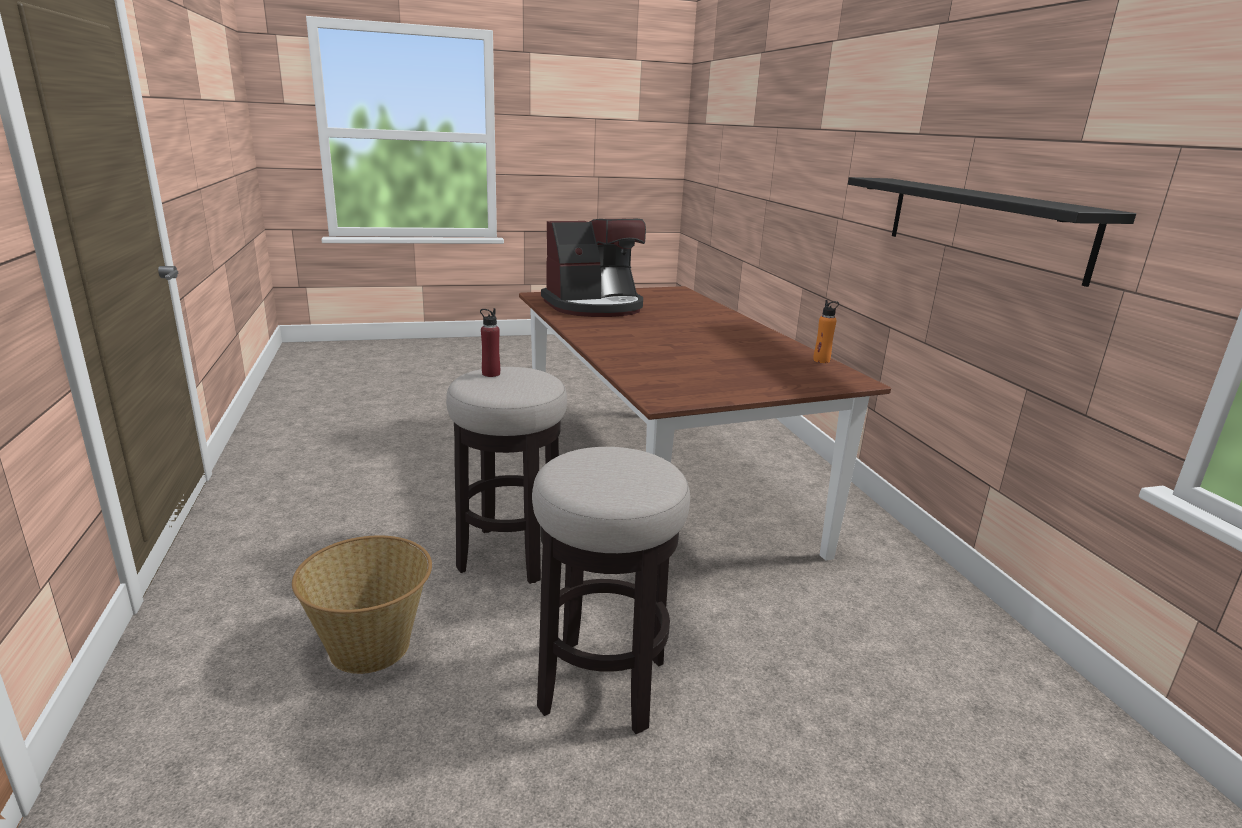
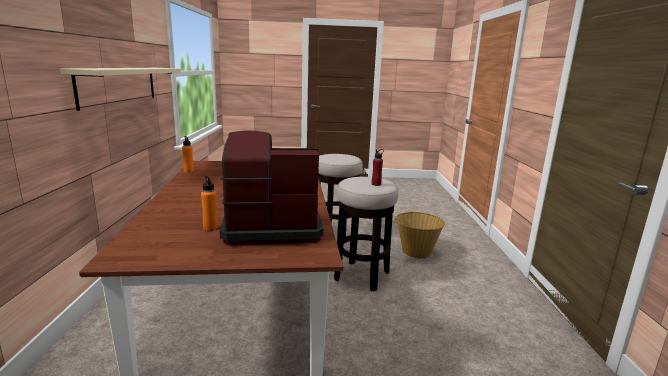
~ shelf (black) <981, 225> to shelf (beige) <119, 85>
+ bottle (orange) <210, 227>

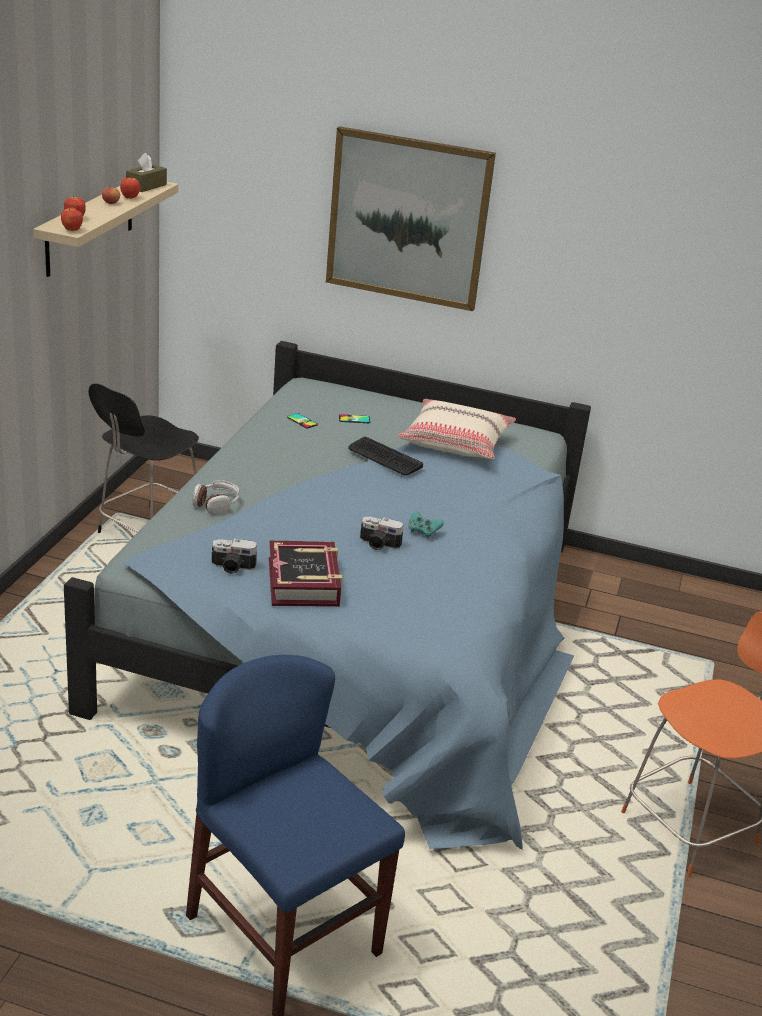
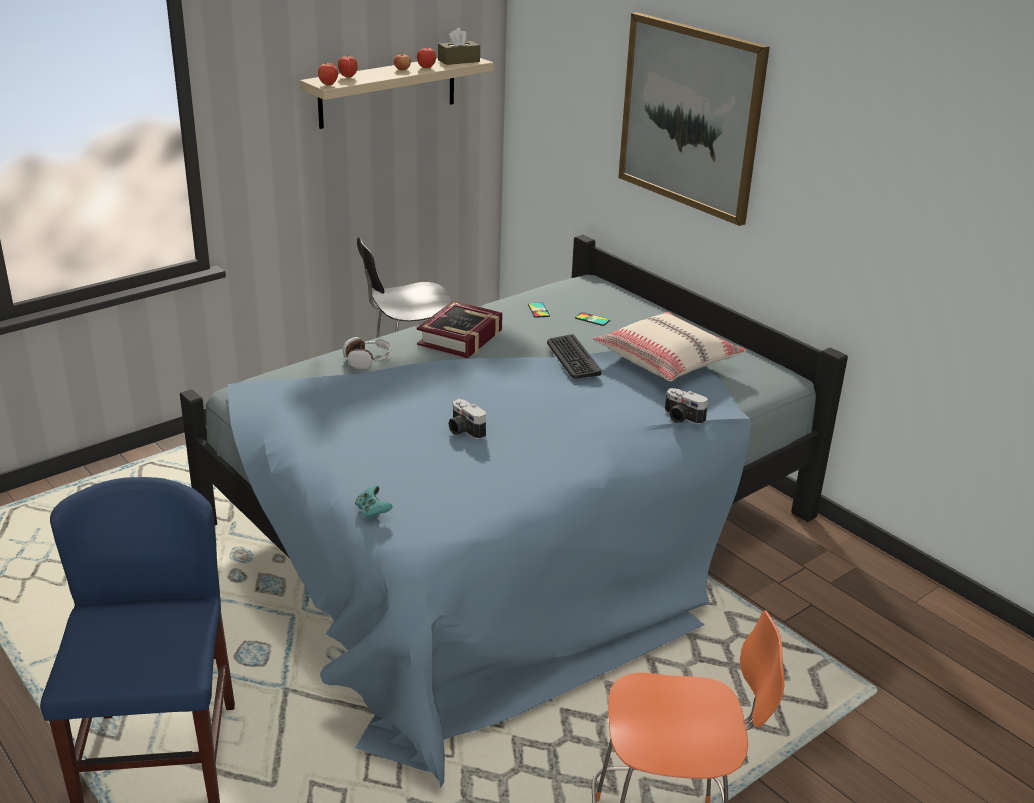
~ game controller (turquoise) <423, 531> to <372, 511>
~ photo camera <232, 567> to <681, 418>
~ book <304, 582> to <461, 338>

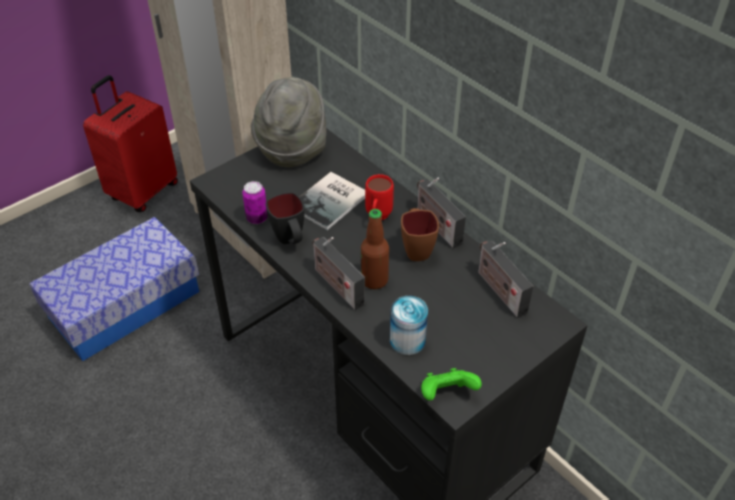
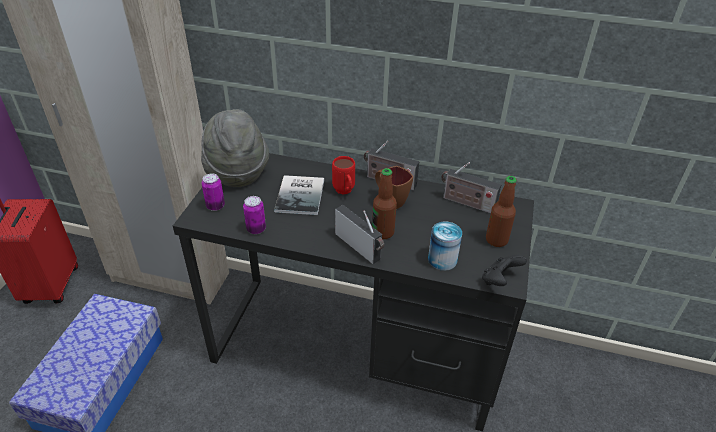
- mug (black) <290, 240>
~ radio <336, 285> = <360, 247> 150 degrees counterclockwise
~ game controller (green) <446, 394> to game controller (black) <499, 280>
+ can <215, 206>
+ bottle <496, 240>

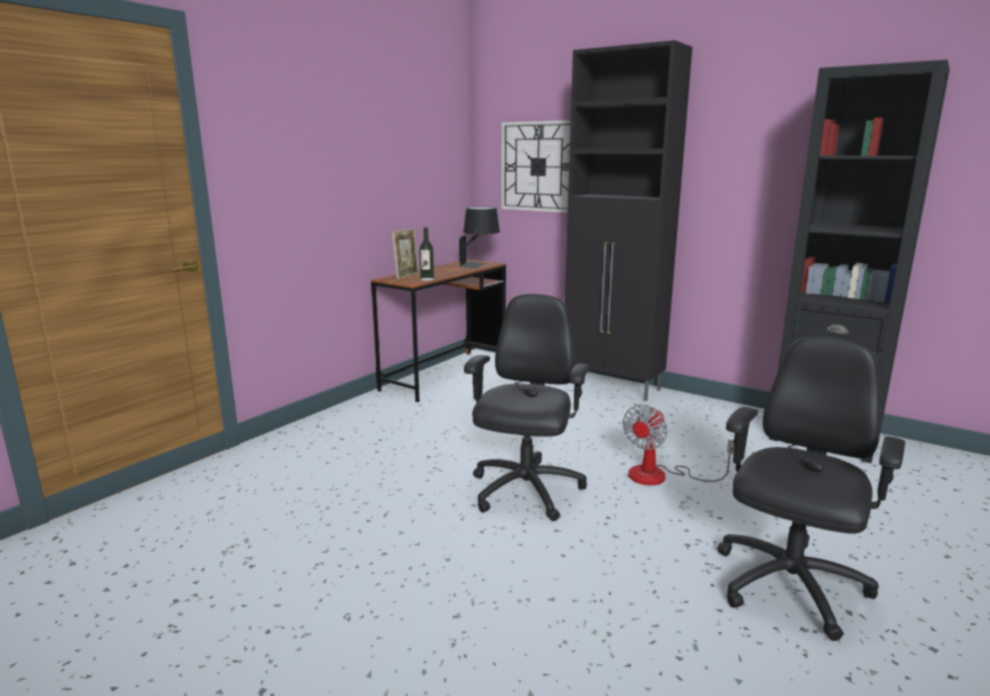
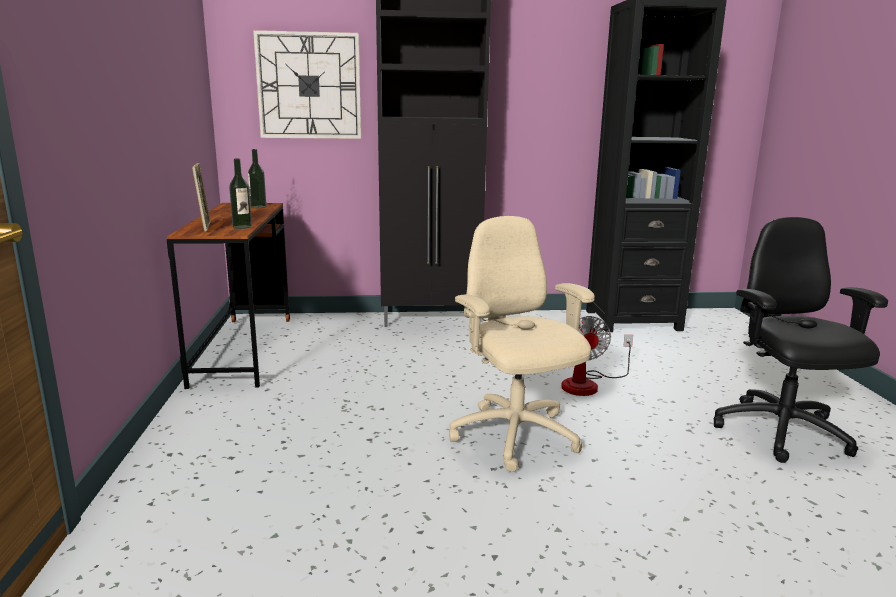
~ table lamp (black) <479, 265> to bottle <258, 207>
~ office chair (black) <525, 492> to office chair (beige) <515, 437>

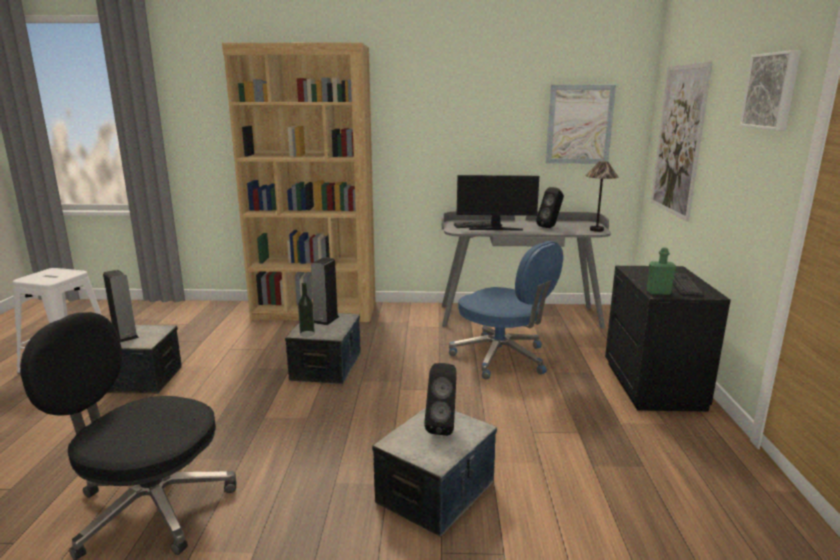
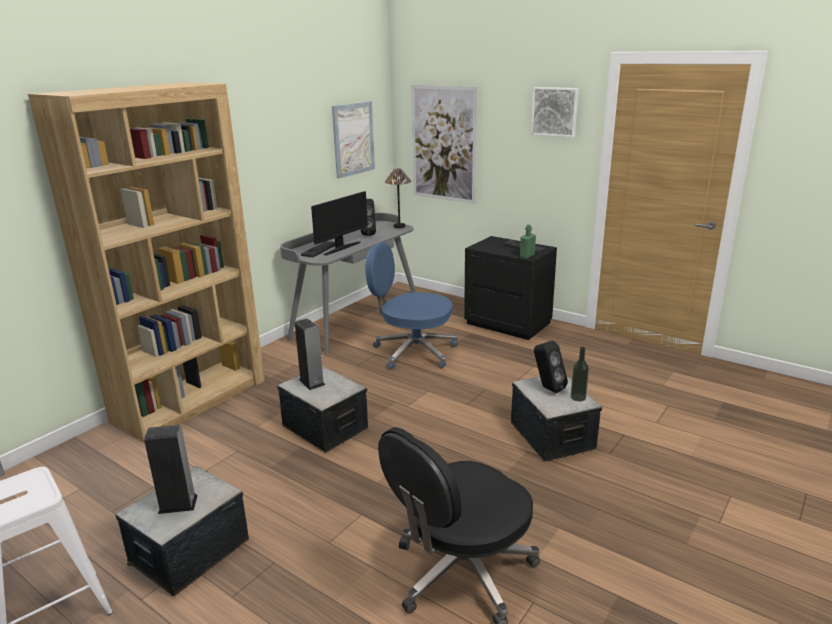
~ office chair (blue) <502, 358> = <413, 352> 150 degrees counterclockwise
~ bottle <307, 333> to <578, 397>

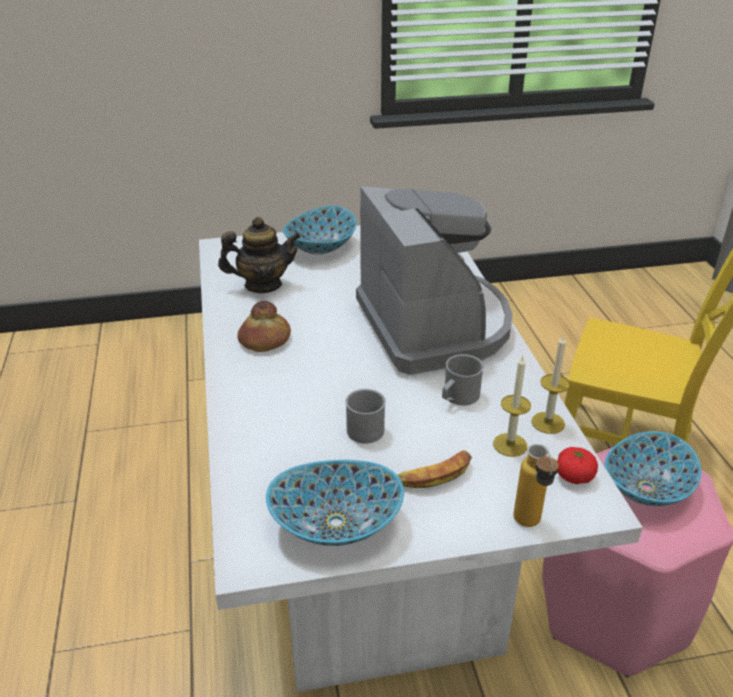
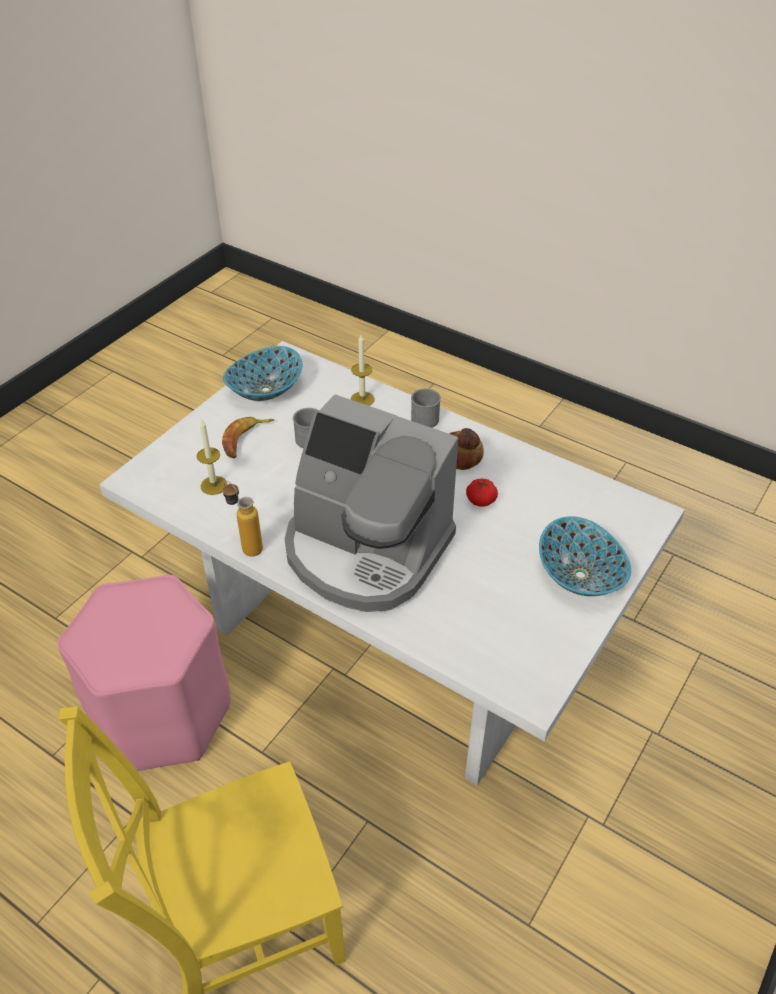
- teapot <263, 285>
~ candle <548, 423> to <362, 399>
~ mug (grey) <458, 397> to <424, 416>
- bowl <647, 488>
~ bottle <530, 527> to <246, 546>
~ tomato <574, 476> to <481, 500>

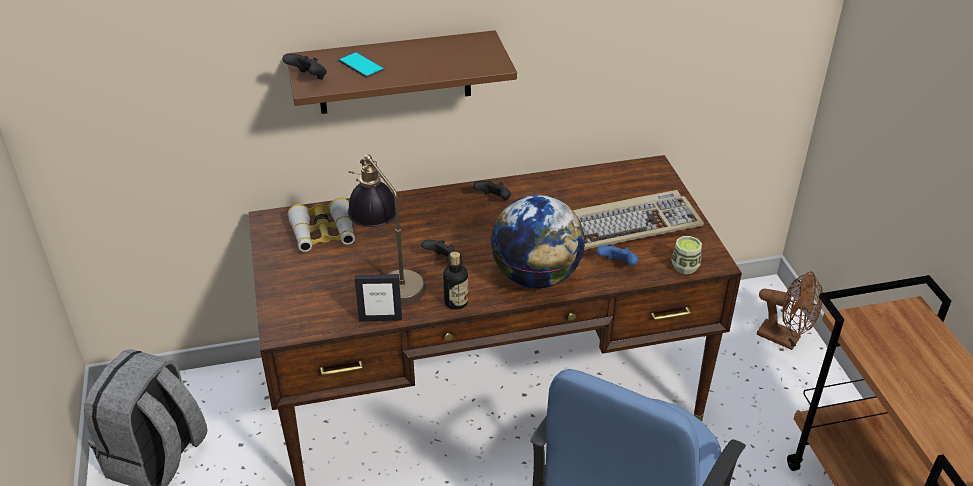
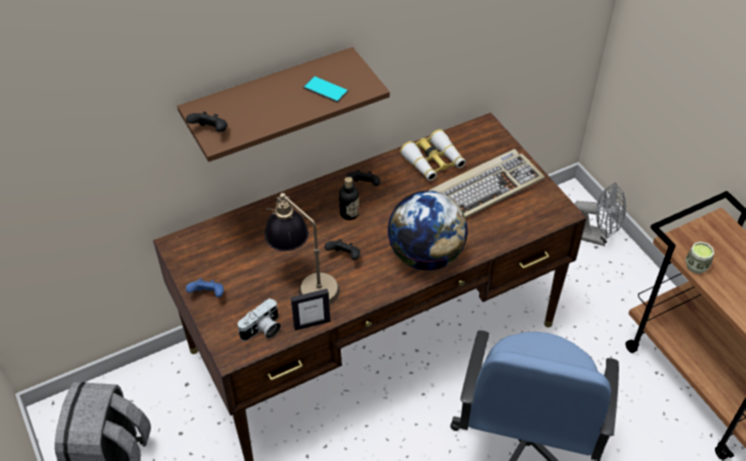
~ phone <361, 66> to <325, 90>
~ binoculars <323, 234> to <433, 162>
~ cup <685, 267> to <696, 266>
~ game controller (blue) <618, 265> to <208, 295>
~ bottle <456, 302> to <349, 214>
~ fan (brown) <785, 339> to fan (grey) <596, 237>
+ photo camera <263, 330>

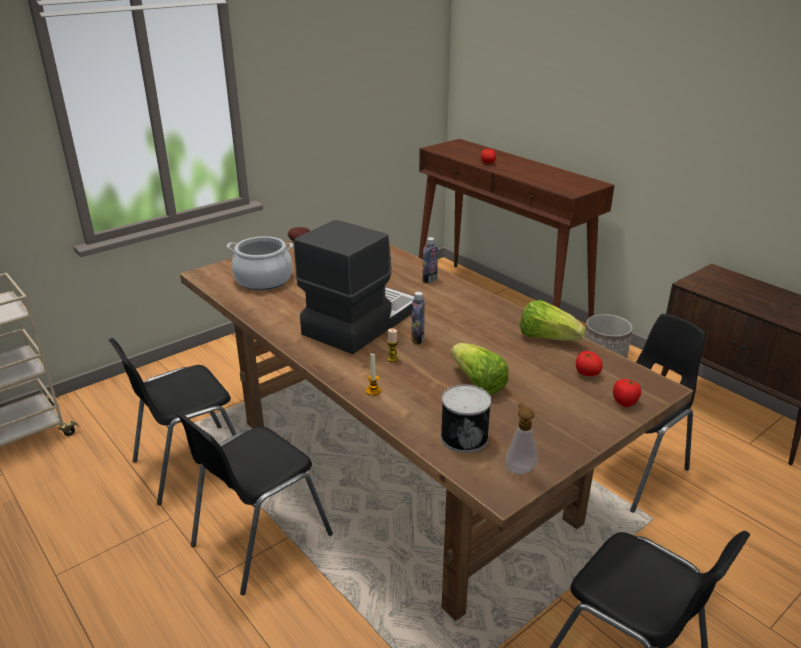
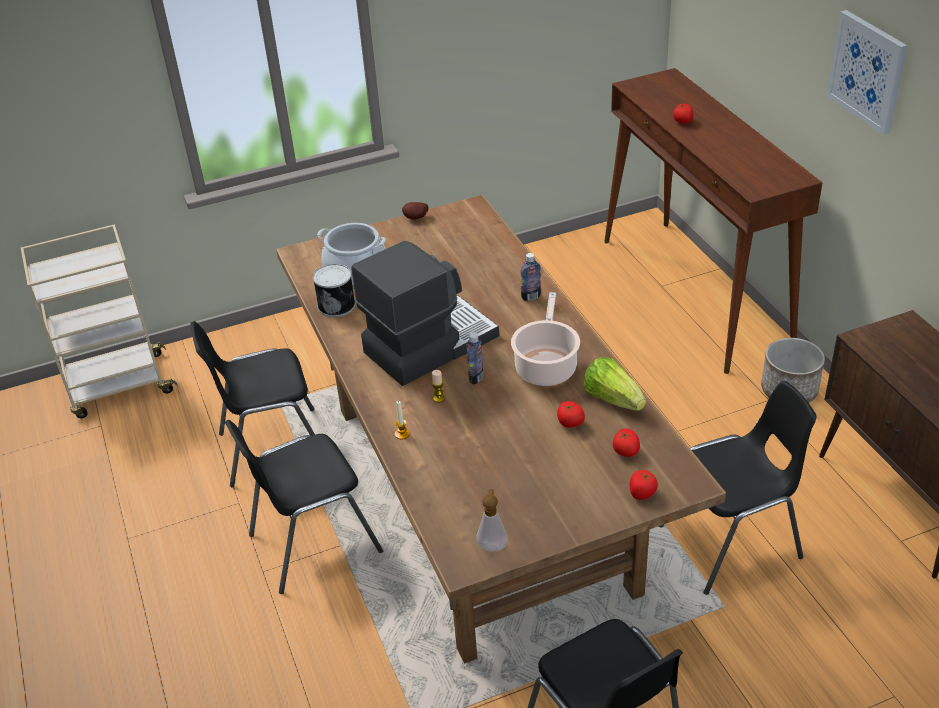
- lettuce <477, 383>
~ can <464, 436> to <337, 305>
+ picture <867, 71>
+ cooking pot <546, 366>
+ tomato <569, 423>

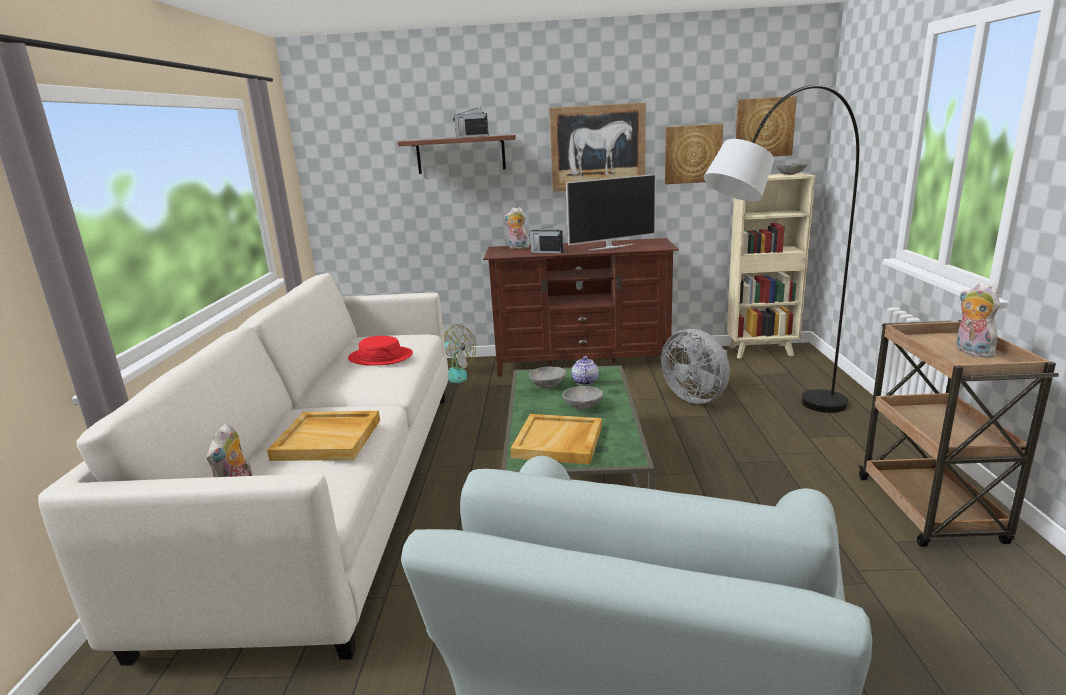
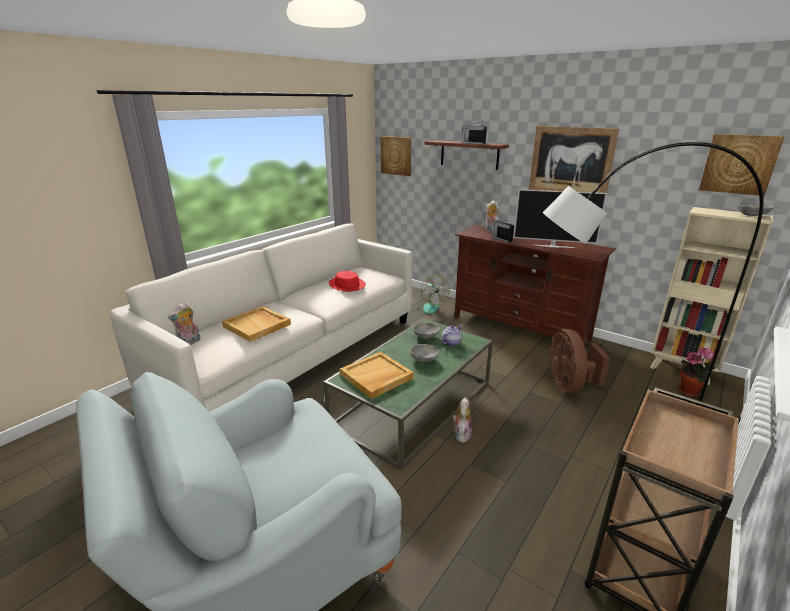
~ picture <692, 154> to <396, 155>
~ plush toy <970, 352> to <461, 434>
~ fan (grey) <696, 397> to fan (brown) <569, 385>
+ potted plant <690, 391>

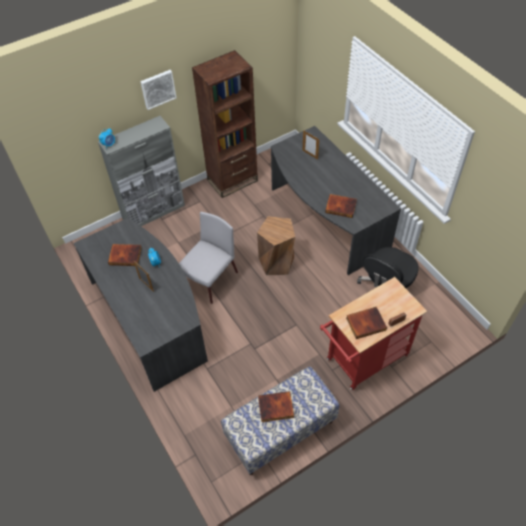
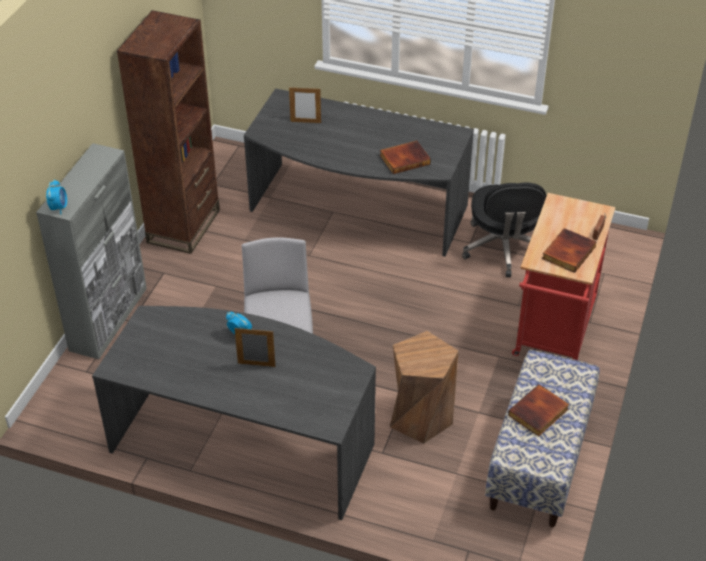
- picture <158, 89>
~ stool (brown) <276, 262> to <420, 417>
- book <125, 255>

